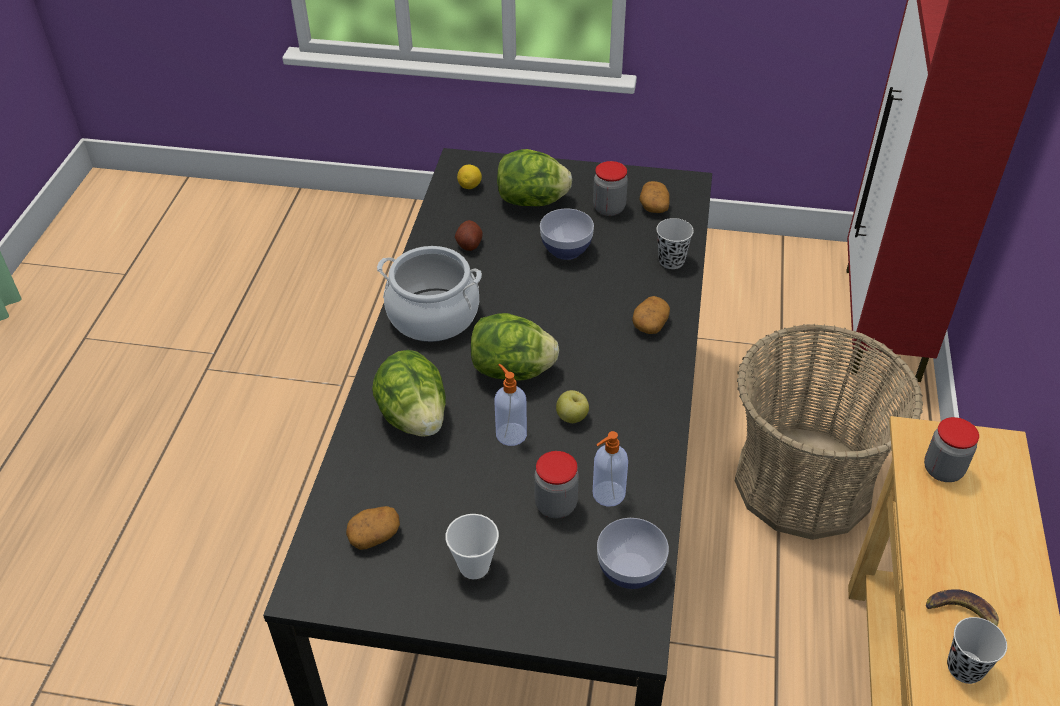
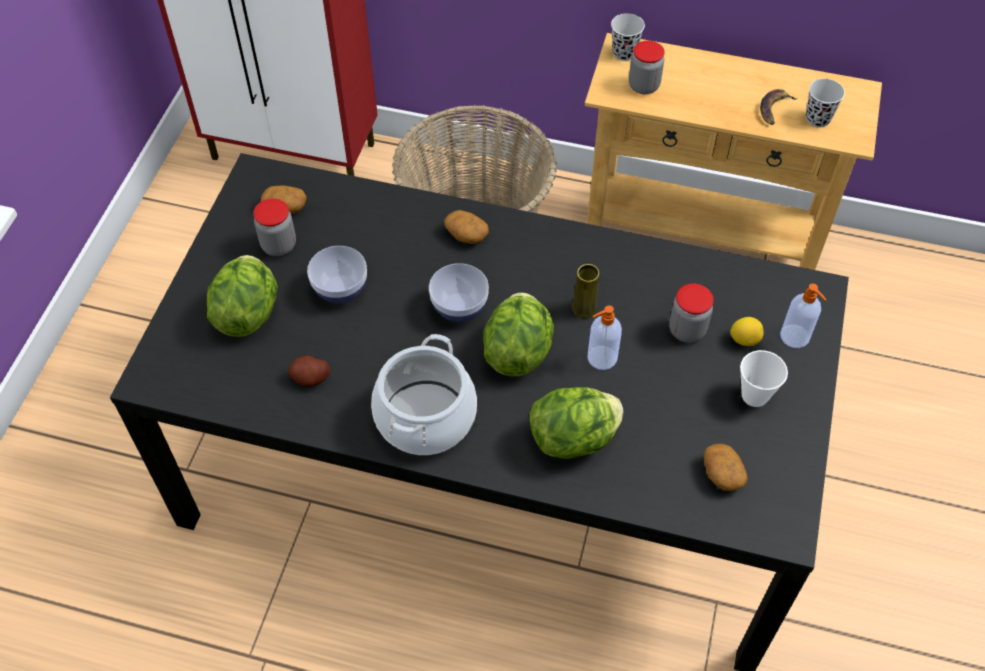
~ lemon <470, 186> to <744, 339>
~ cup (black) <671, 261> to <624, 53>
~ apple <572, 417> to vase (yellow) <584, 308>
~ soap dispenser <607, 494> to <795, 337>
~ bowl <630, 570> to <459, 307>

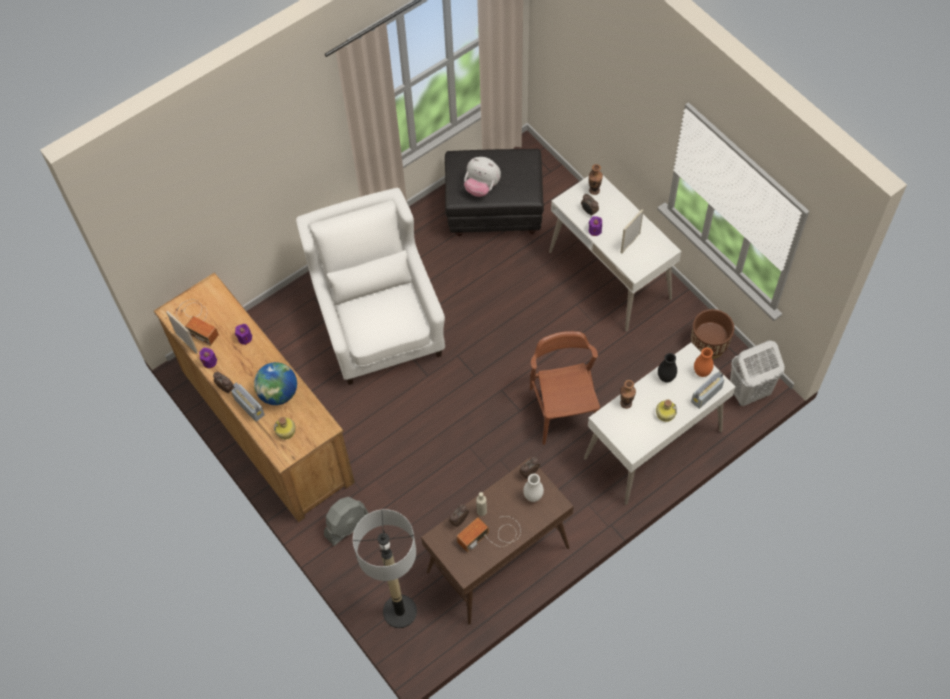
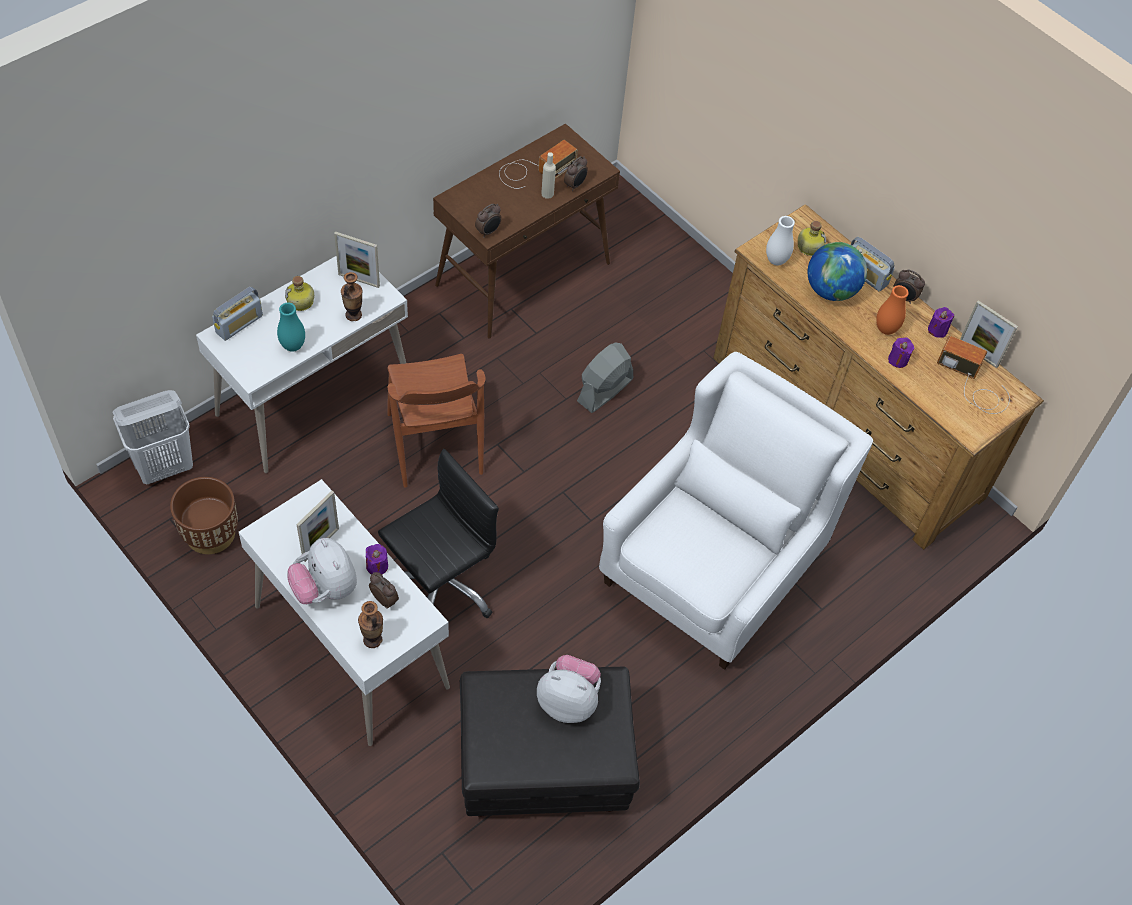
~ armchair (white) <378, 324> = <714, 567> 120 degrees counterclockwise
~ vase (orange) <701, 372> to <886, 329>
~ vase (black) <666, 377> to vase (turquoise) <293, 346>
~ vase (white) <533, 496> to <776, 260>
~ fan (grey) <347, 525> to <604, 390>
- floor lamp <399, 611>
+ picture frame <359, 280>
+ office chair (black) <439, 585>
+ plush toy <325, 588>

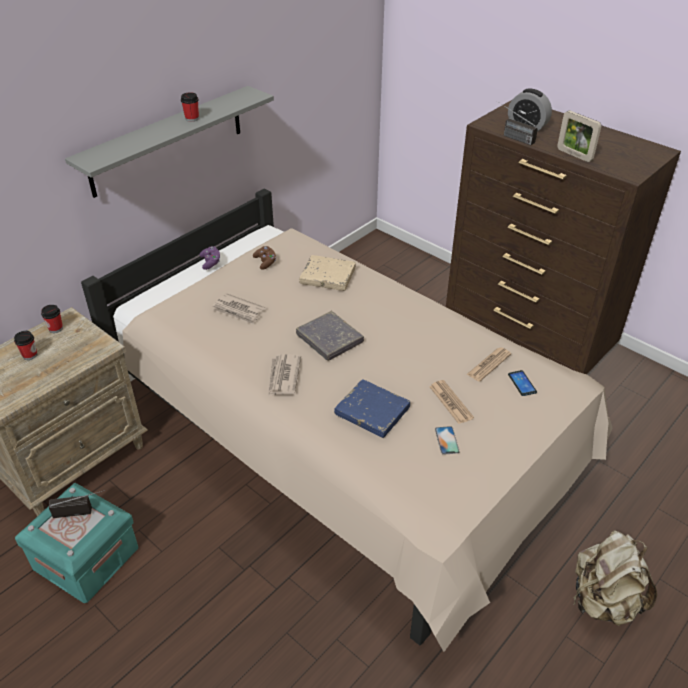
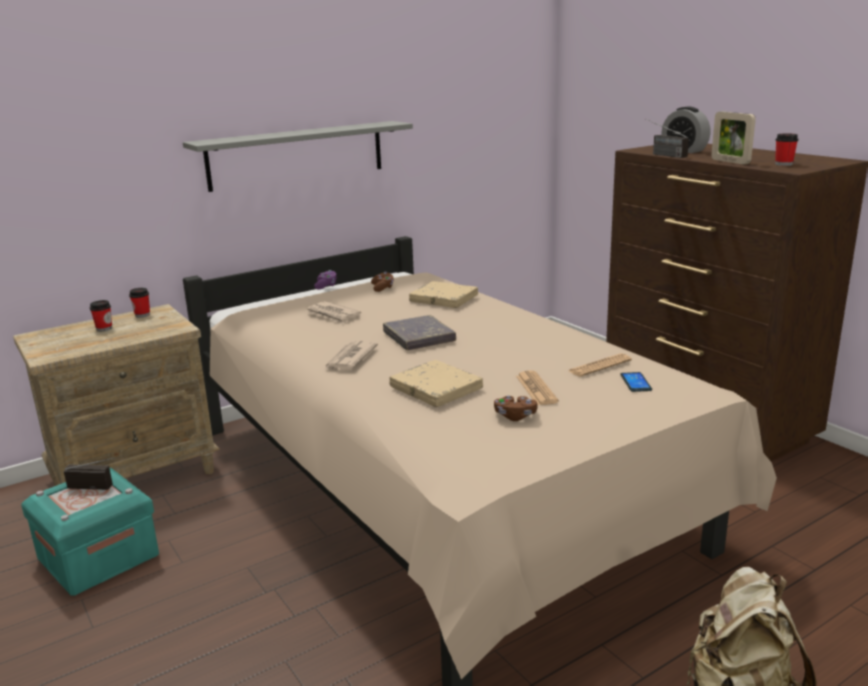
~ cup <192, 119> to <783, 164>
~ book (blue) <372, 411> to book (beige) <436, 388>
~ phone <447, 440> to game controller (brown) <515, 416>

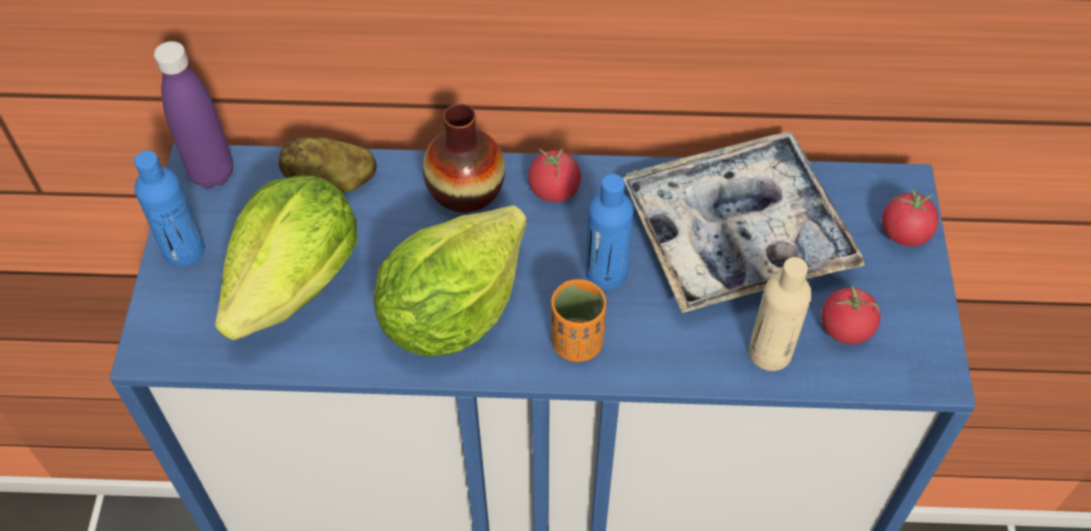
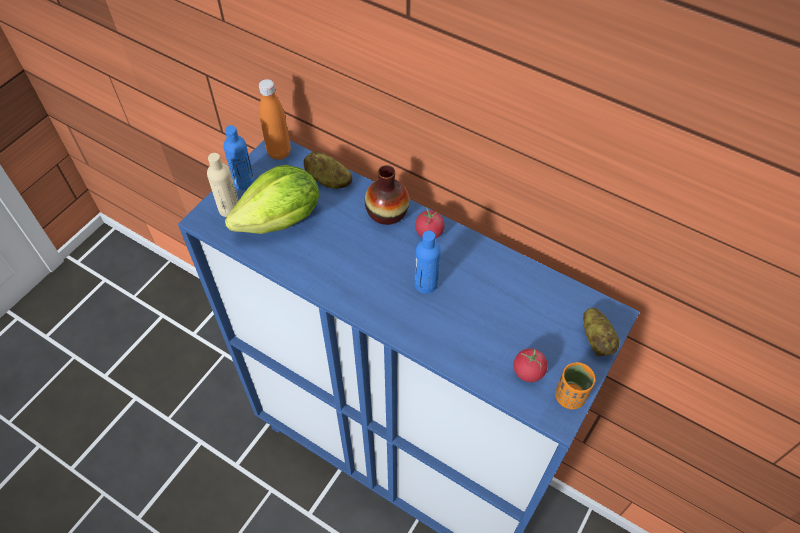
~ bottle (purple) <212, 173> to bottle (orange) <279, 153>
- tray <737, 234>
~ tomato <904, 233> to potato <596, 339>
- lettuce <452, 311>
~ bottle (beige) <770, 352> to <229, 209>
~ cup (orange) <577, 342> to <569, 396>

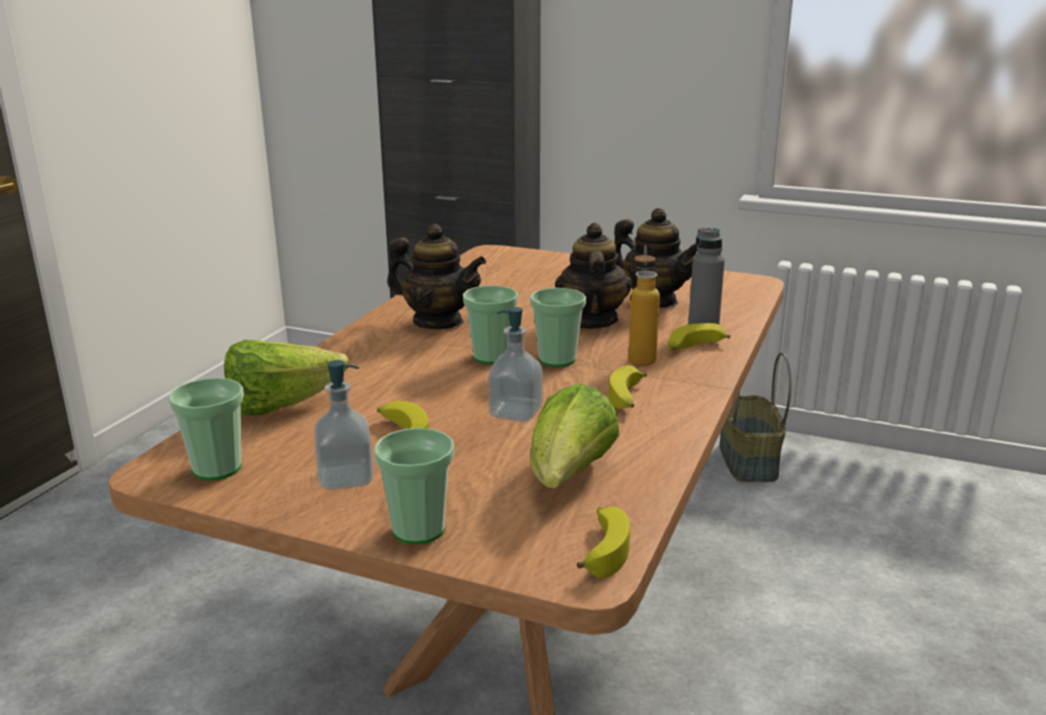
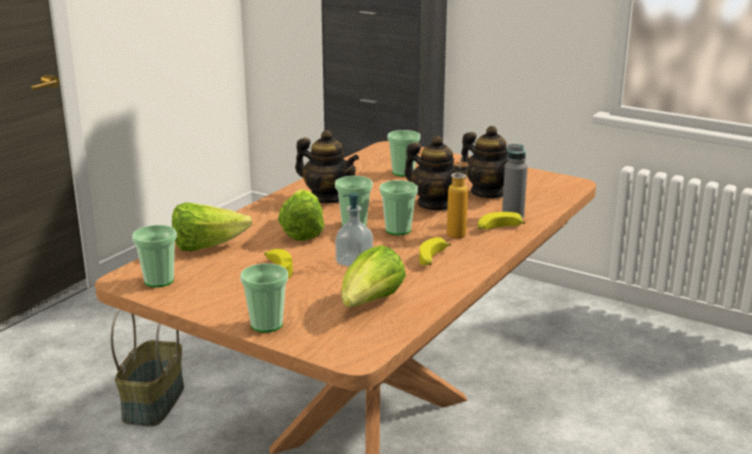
~ teapot <591, 321> = <435, 205> 120 degrees clockwise
~ basket <746, 460> to <152, 402>
- soap dispenser <346, 478>
- banana <603, 549>
+ cup <403, 172>
+ lettuce <302, 232>

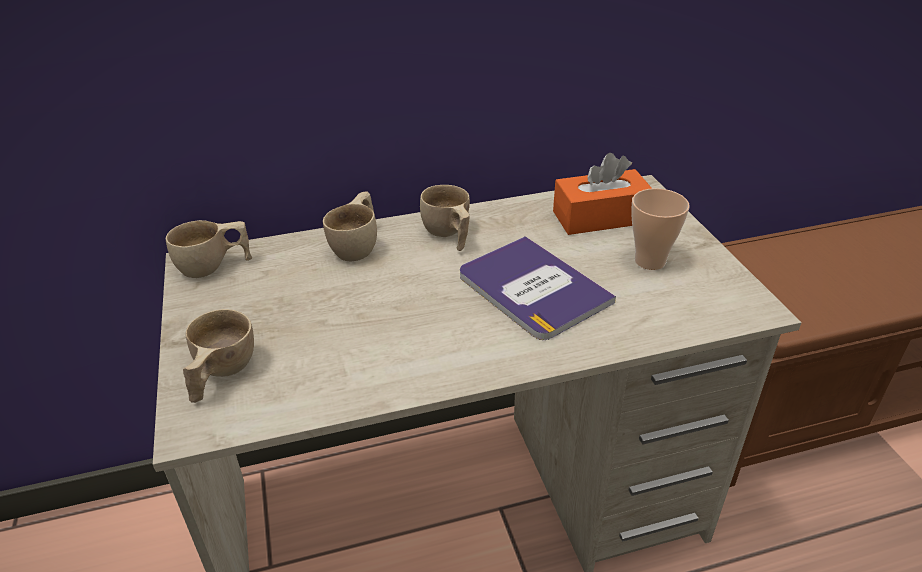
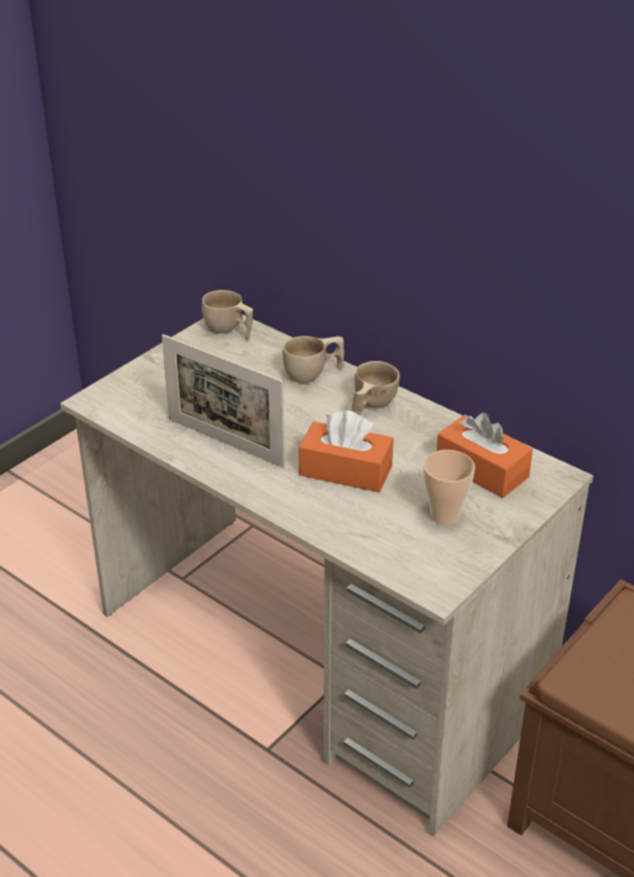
~ book <532, 288> to tissue box (orange) <345, 471>
- cup (beige) <220, 375>
+ picture frame <225, 442>

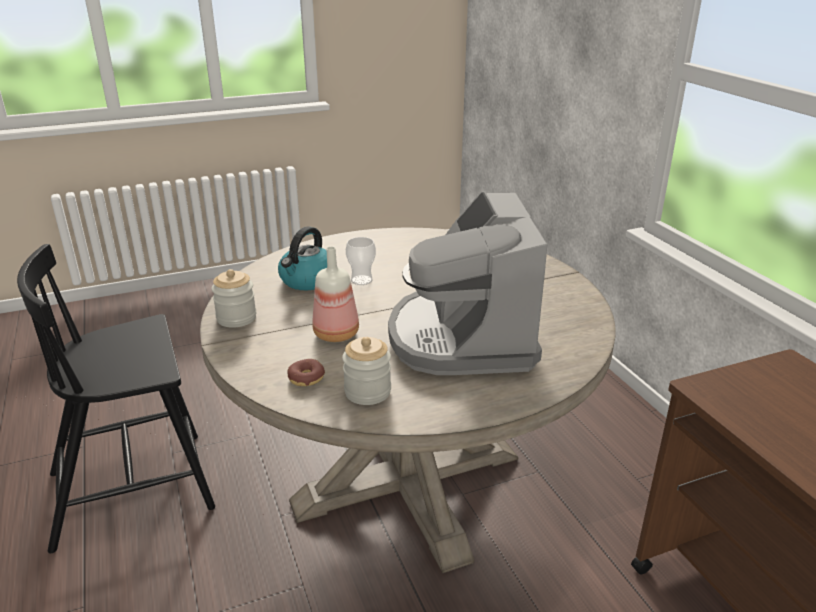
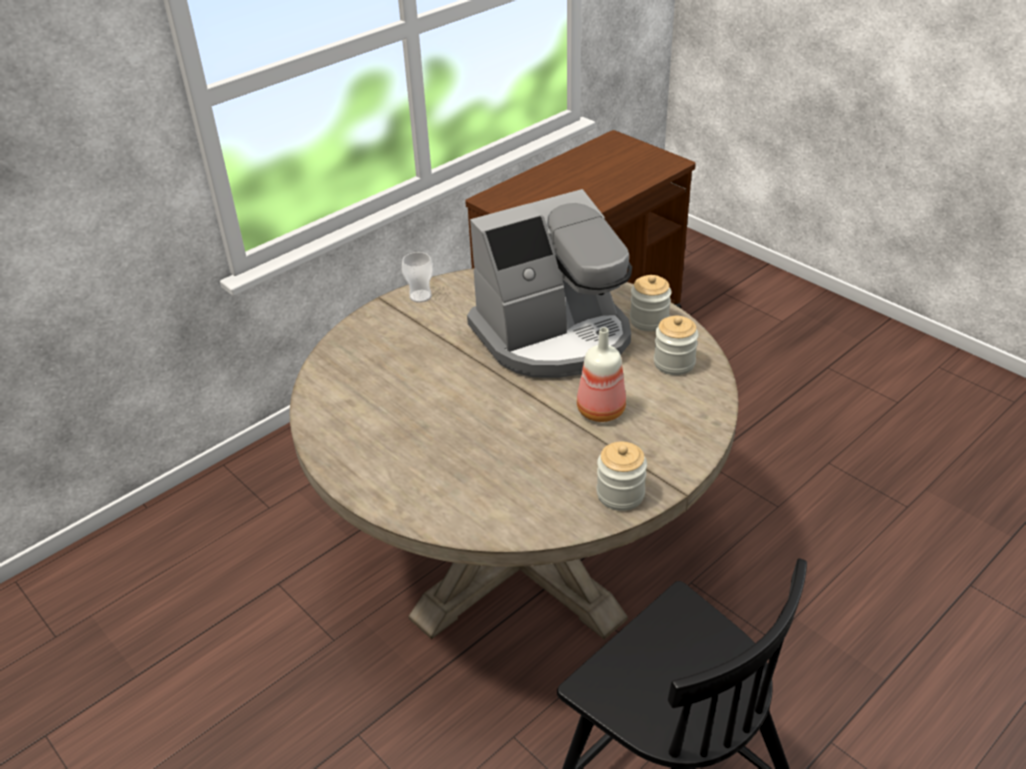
- kettle <308, 280>
~ cup <361, 280> to <420, 296>
- donut <306, 378>
+ jar <649, 321>

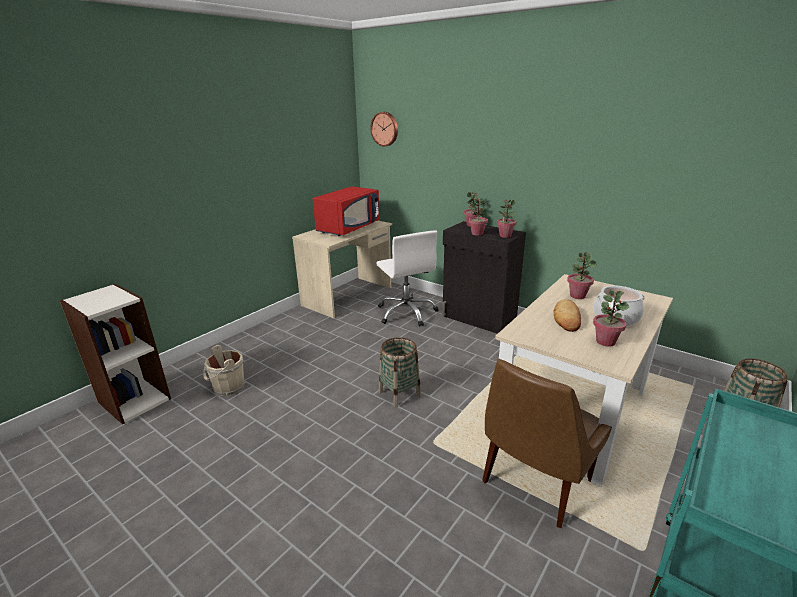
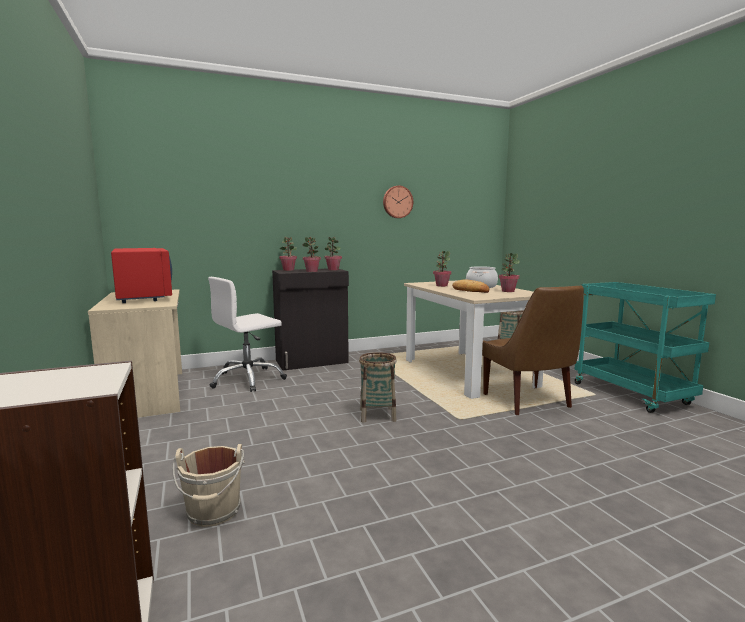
~ wall clock <385, 129> to <397, 202>
~ office chair (white) <407, 313> = <248, 380> 135 degrees clockwise

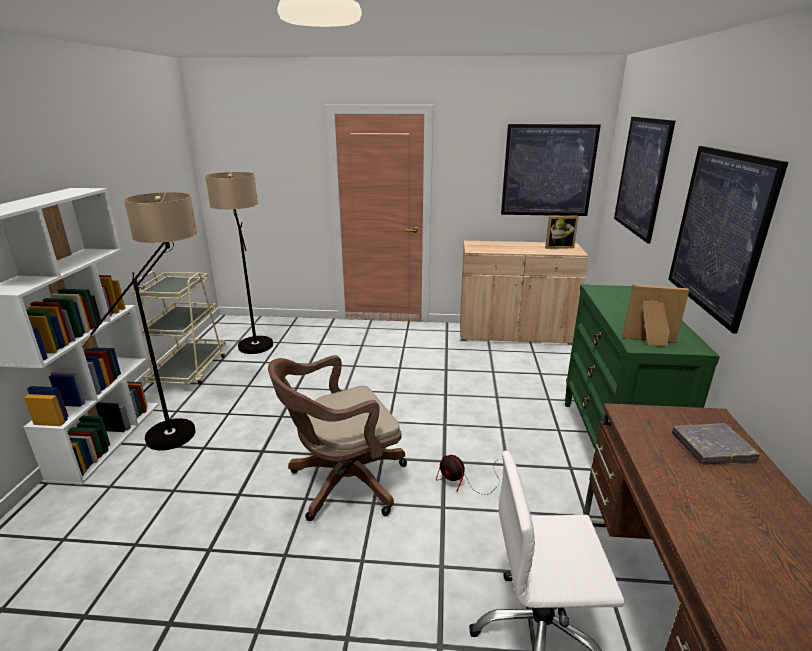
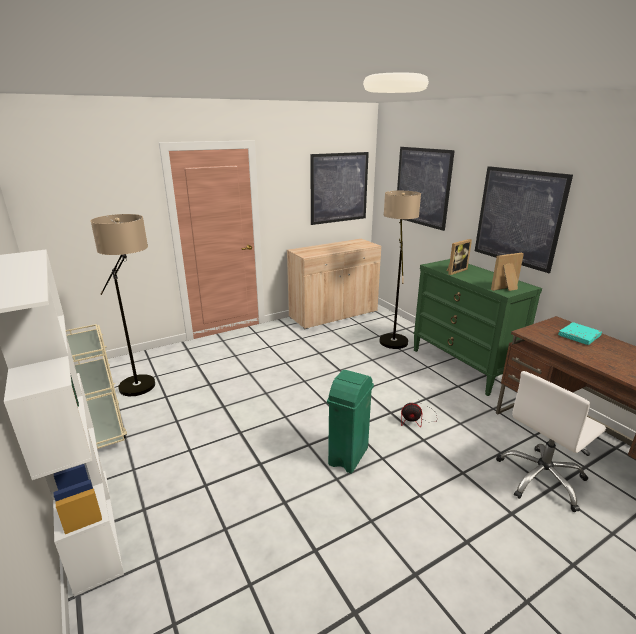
~ floor lamp <188, 427> to <392, 336>
~ picture frame <558, 247> to <455, 271>
~ office chair (brown) <342, 483> to trash can (green) <348, 456>
~ book (grey) <712, 447> to book (turquoise) <579, 336>

